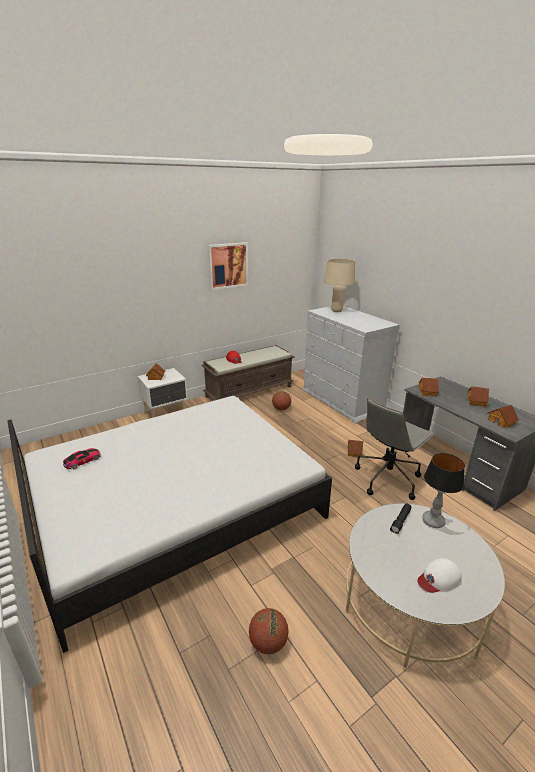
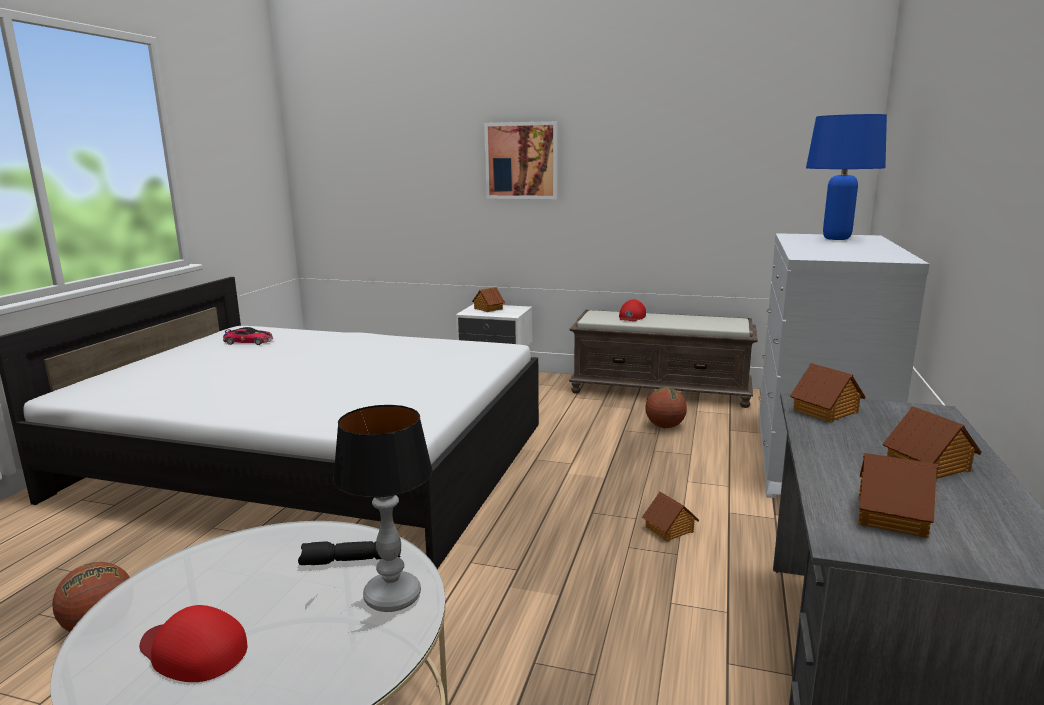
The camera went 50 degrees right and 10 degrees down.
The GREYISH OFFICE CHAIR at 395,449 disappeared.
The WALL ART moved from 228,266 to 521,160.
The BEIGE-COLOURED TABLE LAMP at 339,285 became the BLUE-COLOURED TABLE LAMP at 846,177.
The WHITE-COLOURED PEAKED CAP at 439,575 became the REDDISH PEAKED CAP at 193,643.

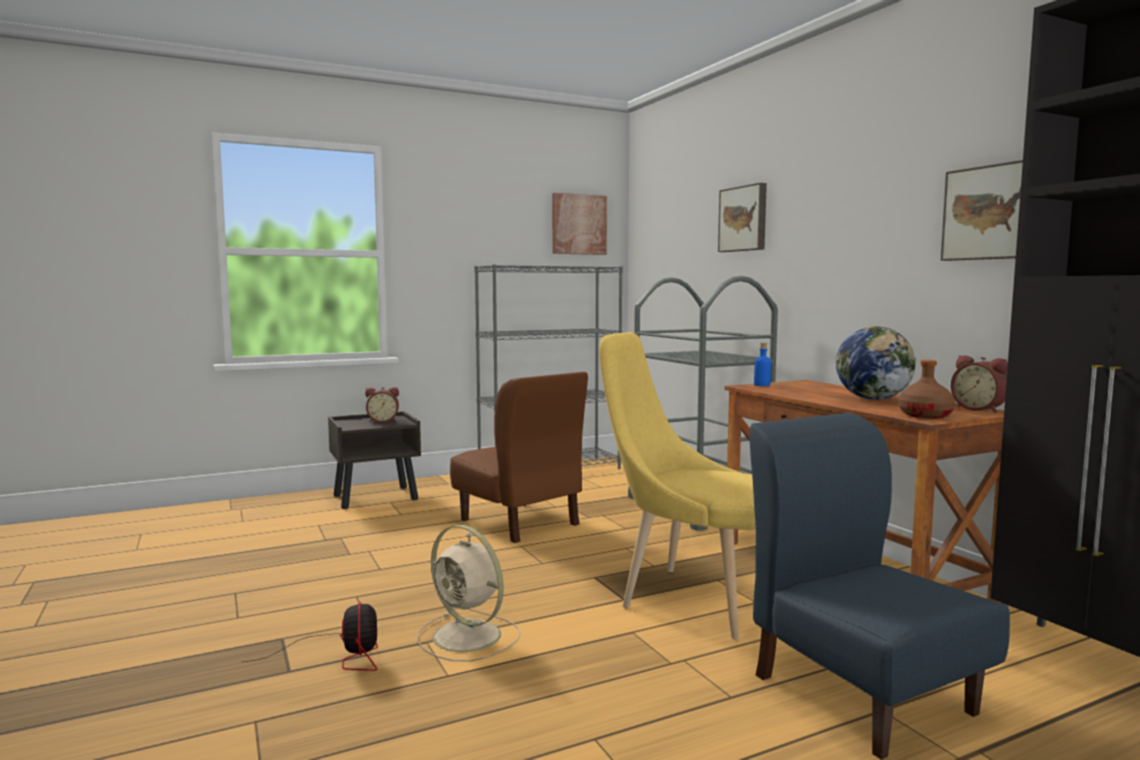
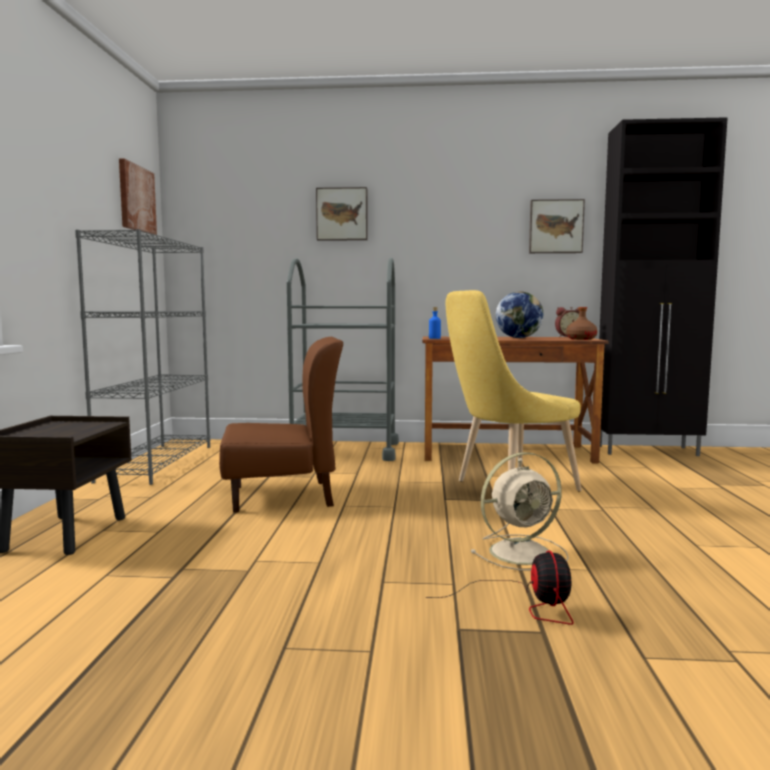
The camera went 60 degrees left and 0 degrees up.
The BEDSIDE CLOCK at 382,405 disappeared.
The BLUE-COLOURED PLAIN CHAIR at 879,586 disappeared.
The ELECTRIC FAN at 310,636 turned 75 degrees clockwise.

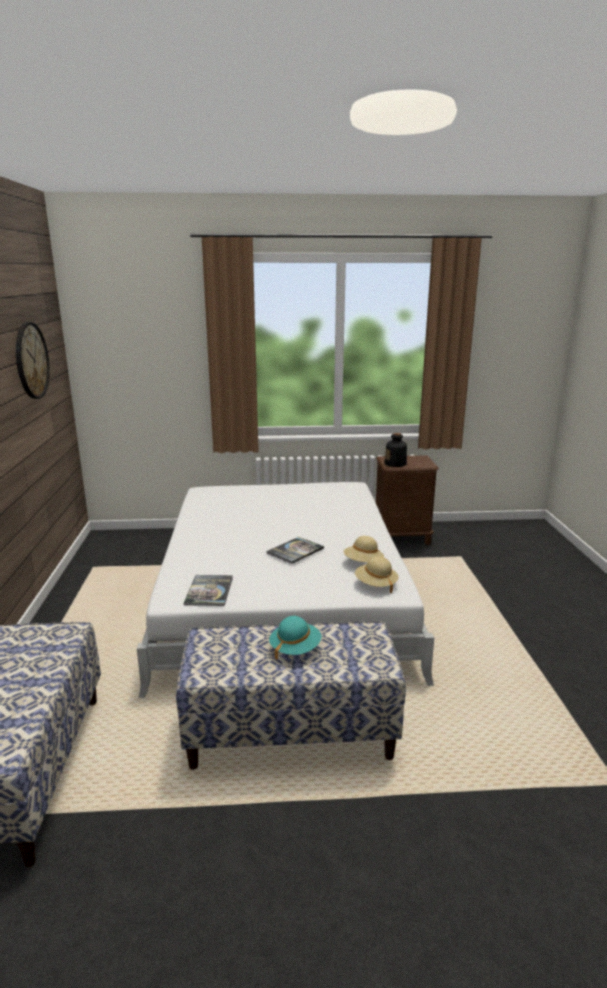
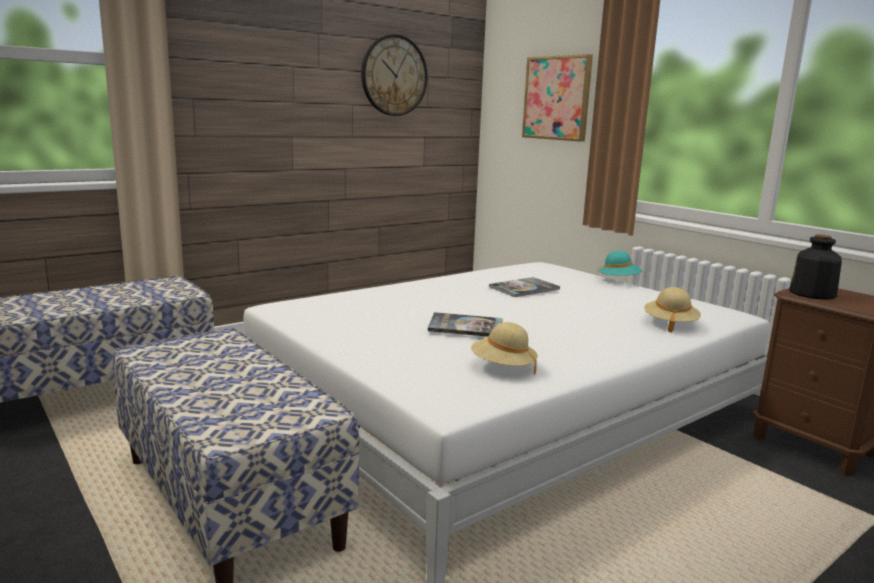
The camera went 55 degrees right and 5 degrees down.
The WALL ART at 557,98 appeared.
The BOOK moved from 208,590 to 524,287.
The TURQUOISE-COLOURED CLOTHING HAT moved from 295,638 to 619,263.
The BEIGE-COLOURED CLOTHING HAT moved from 377,574 to 672,310.

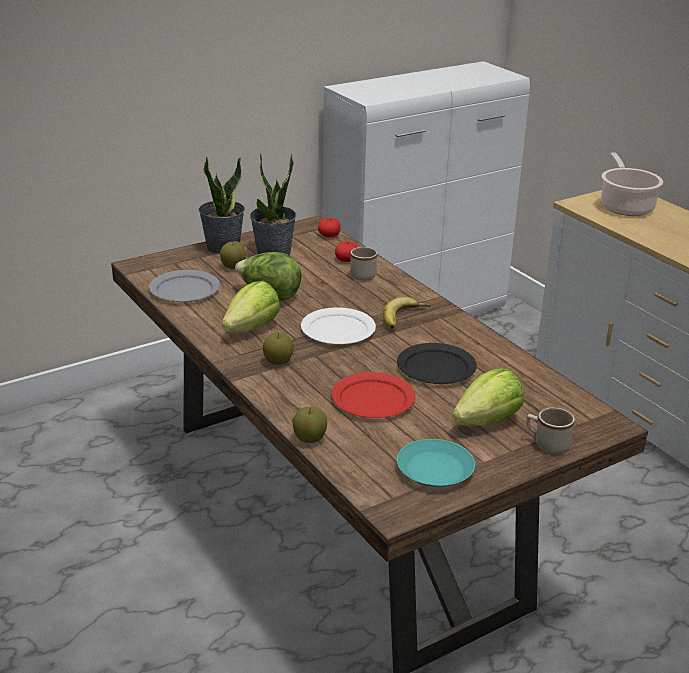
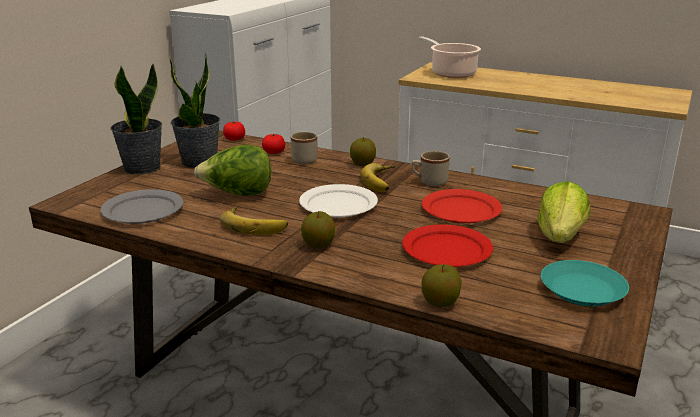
The camera went 30 degrees left and 5 degrees down.
The WHOLE APPLE moved from 233,255 to 363,151.
The BEIGE-COLOURED COFFEE MUG moved from 550,431 to 430,168.
The LETTUCE at 251,307 was replaced by the WHOLE BANANA at 254,220.
The BLACK FLAT DISH at 437,363 became the REDDISH FLAT DISH at 462,206.

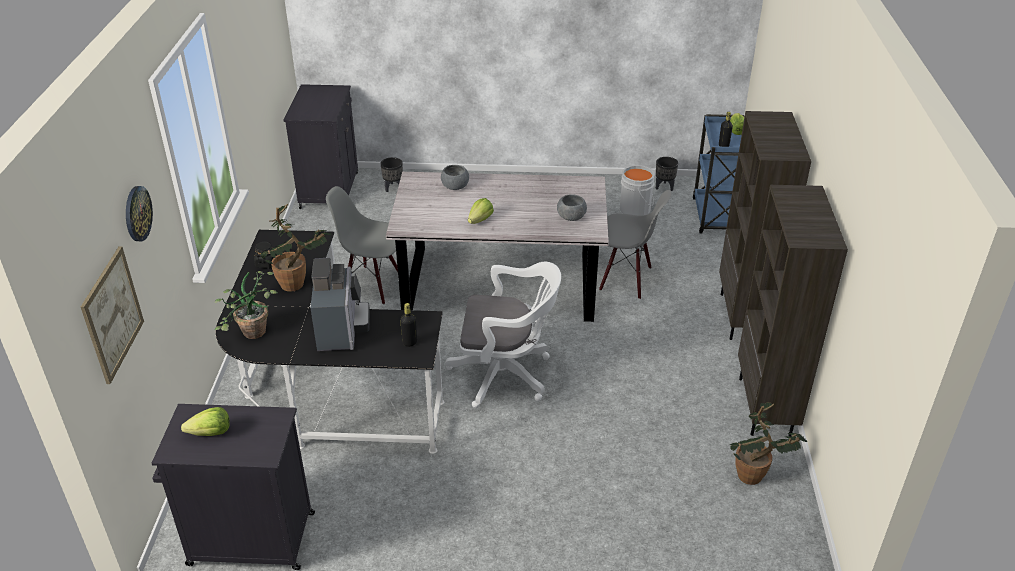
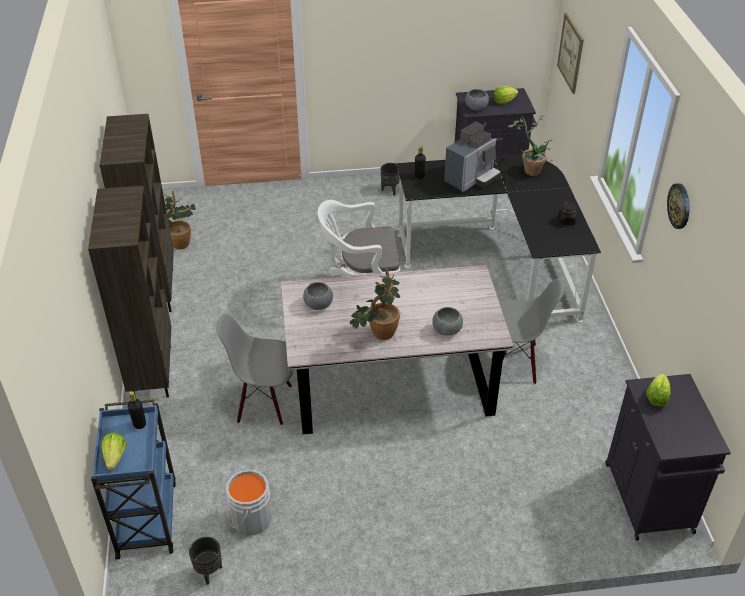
The camera went 170 degrees right and 5 degrees up.
The GREYISH BOWL at 477,99 appeared.
The CLOCK ON THE WALL moved from 139,213 to 678,206.
The PLANT IN A POT moved from 295,248 to 374,304.
The BLACK PLANT POT moved from 391,174 to 390,179.
The LETTUCE moved from 481,211 to 658,390.
The COFFEE BREWER at 340,304 turned 120 degrees counterclockwise.

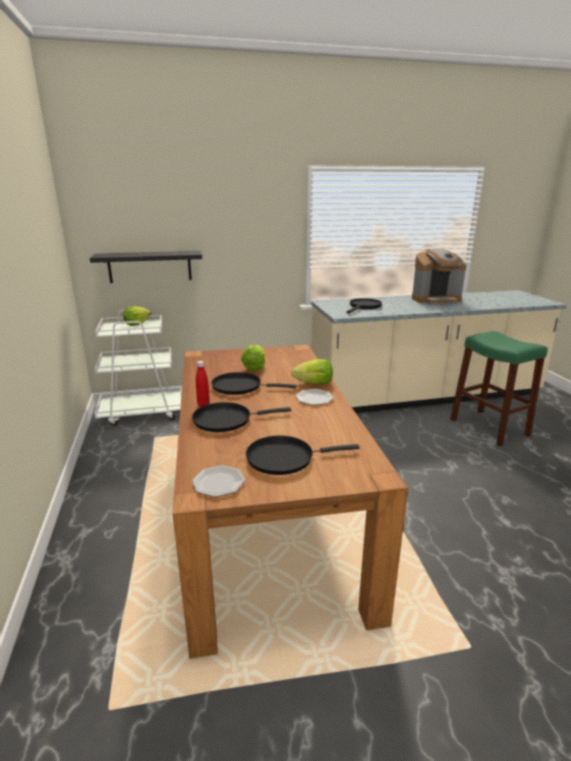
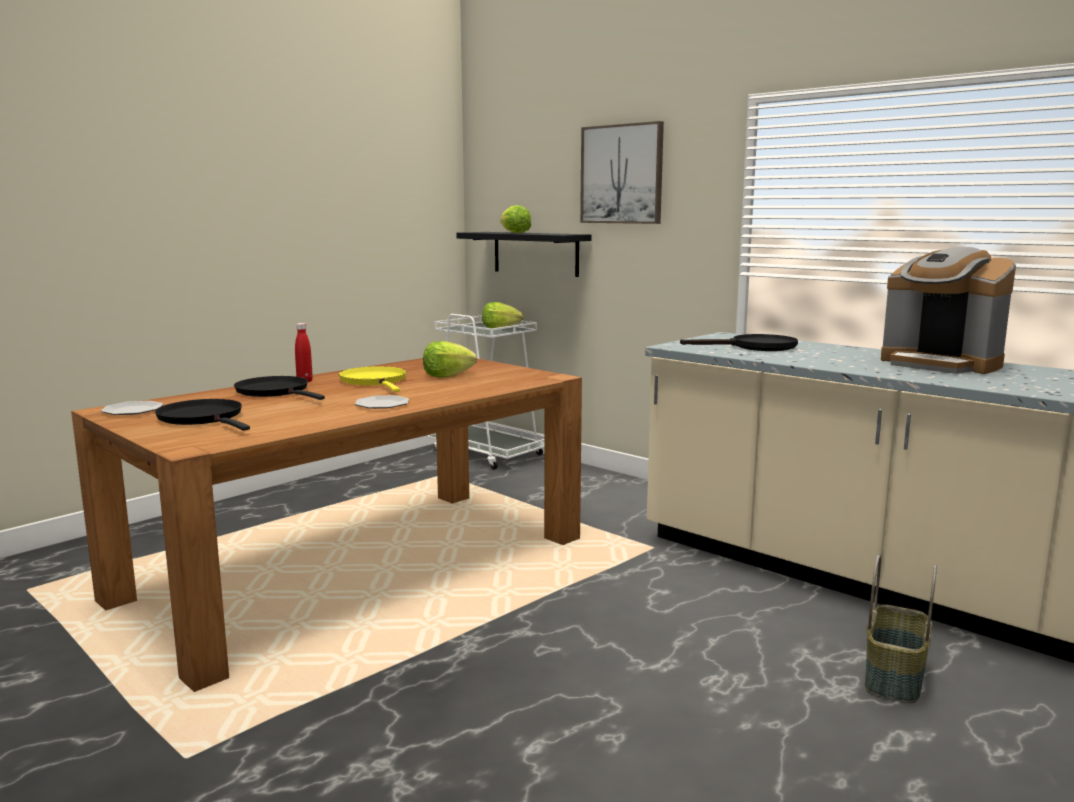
The camera went 55 degrees right and 10 degrees down.
The WALL ART at 622,172 appeared.
The LETTUCE moved from 312,371 to 515,219.
The GREEN SITTING STOOL at 499,388 was replaced by the HOUSEHOLD BASKET at 901,629.
The BLACK PAN at 254,383 became the YELLOWISH PAN at 372,379.

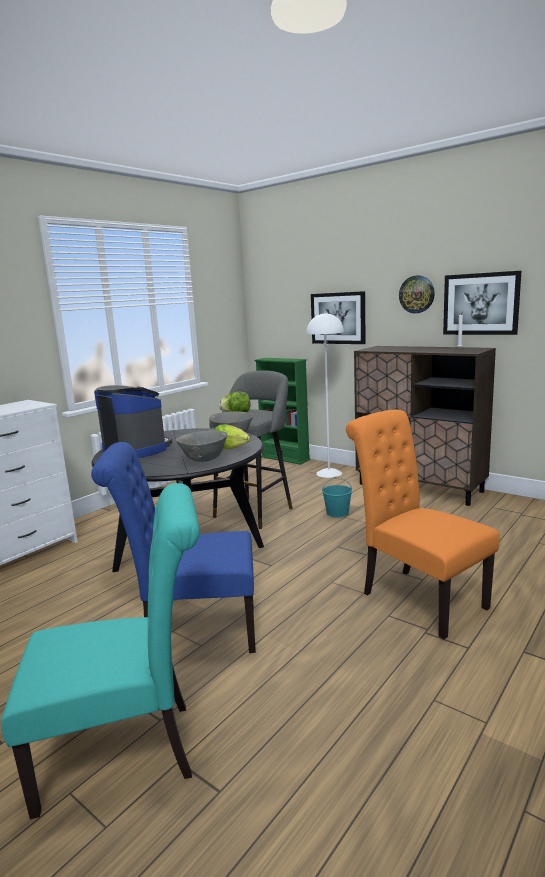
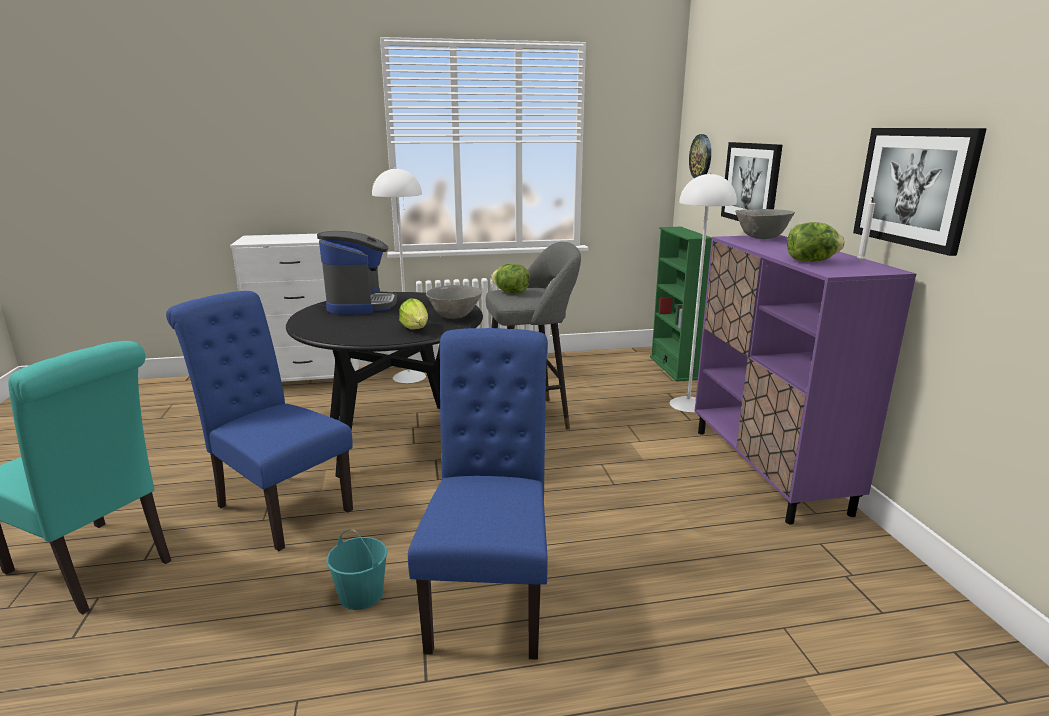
The camera went 40 degrees right and 5 degrees up.
The WHITE-COLOURED STANDING LAMP at 399,275 appeared.
The LETTUCE at 816,242 appeared.
The GREYISH BOWL moved from 201,446 to 765,224.
The TURQUOISE-COLOURED PAIL moved from 337,496 to 356,569.
The CLOCK ON THE WALL moved from 417,294 to 700,156.
The ORANGEY PLAIN CHAIR at 423,524 became the BLUE-COLOURED PLAIN CHAIR at 478,494.
The BROWNISH CUPBOARD at 425,426 became the PURPLISH CUPBOARD at 805,380.

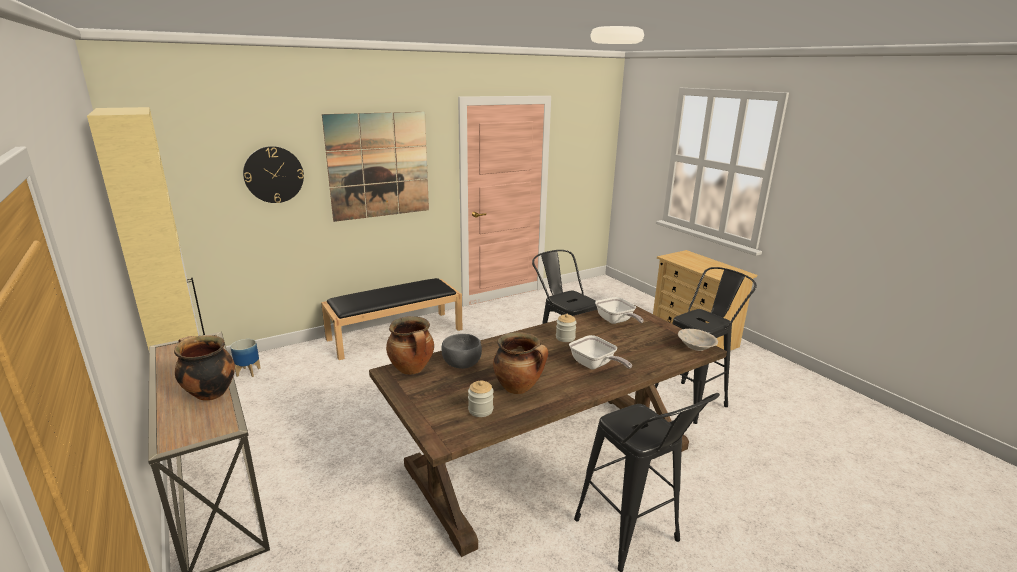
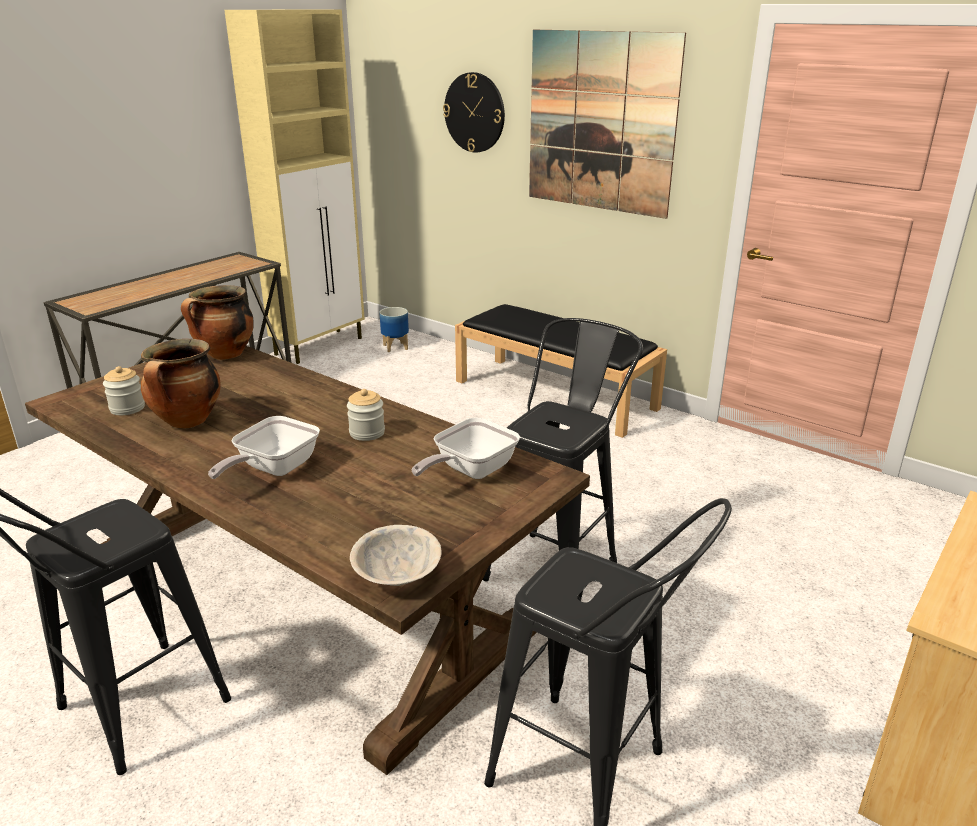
The camera went 70 degrees right and 5 degrees up.
The SAUCEPOT at 204,368 disappeared.
The GREYISH BOWL at 462,351 disappeared.

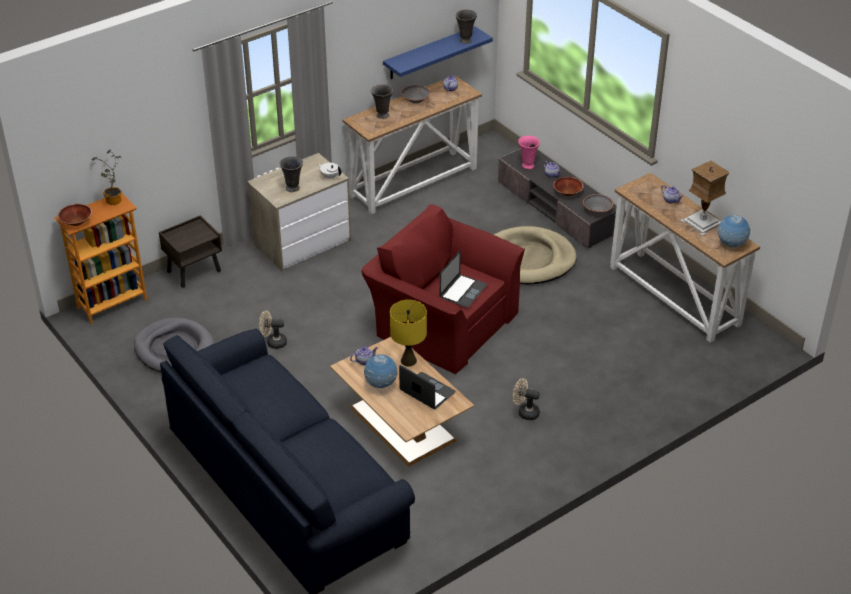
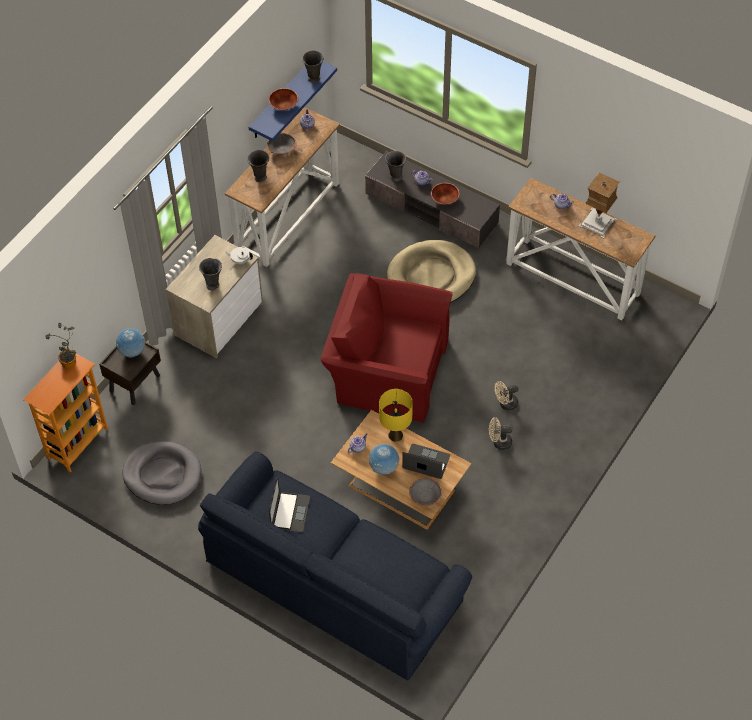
The camera went 20 degrees left and 15 degrees up.
The BROWNISH BOWL moved from 75,215 to 283,99.
The BEIGE-COLOURED ELECTRIC FAN moved from 273,329 to 506,396.
The NOTEBOOK COMPUTER moved from 463,279 to 289,504.
The GREYISH BOWL moved from 598,204 to 425,492.
The GLOBE moved from 734,231 to 130,342.
The PINK VASE at 529,152 became the GREYISH VASE at 395,166.

